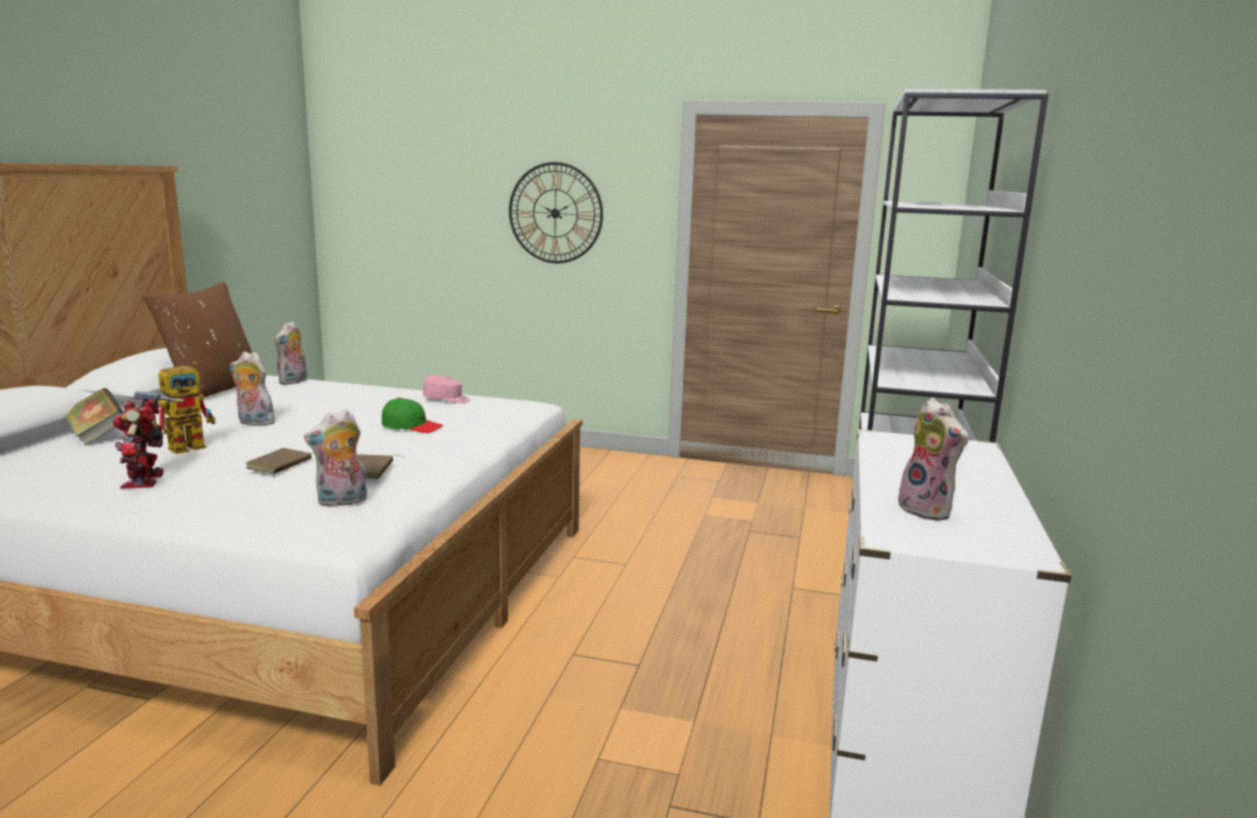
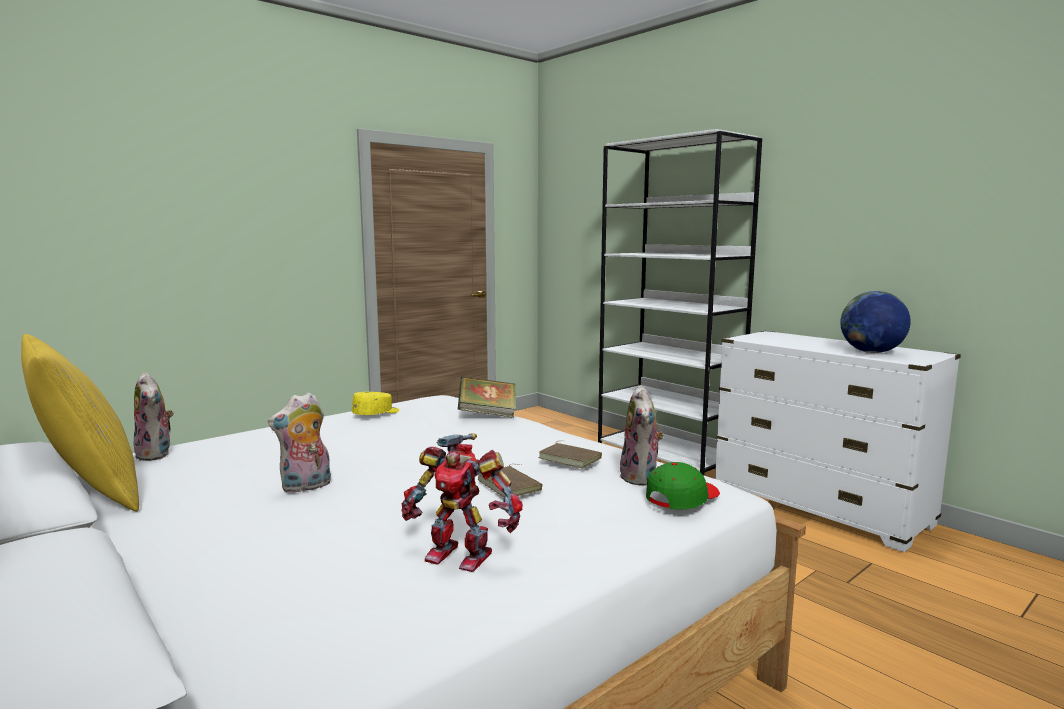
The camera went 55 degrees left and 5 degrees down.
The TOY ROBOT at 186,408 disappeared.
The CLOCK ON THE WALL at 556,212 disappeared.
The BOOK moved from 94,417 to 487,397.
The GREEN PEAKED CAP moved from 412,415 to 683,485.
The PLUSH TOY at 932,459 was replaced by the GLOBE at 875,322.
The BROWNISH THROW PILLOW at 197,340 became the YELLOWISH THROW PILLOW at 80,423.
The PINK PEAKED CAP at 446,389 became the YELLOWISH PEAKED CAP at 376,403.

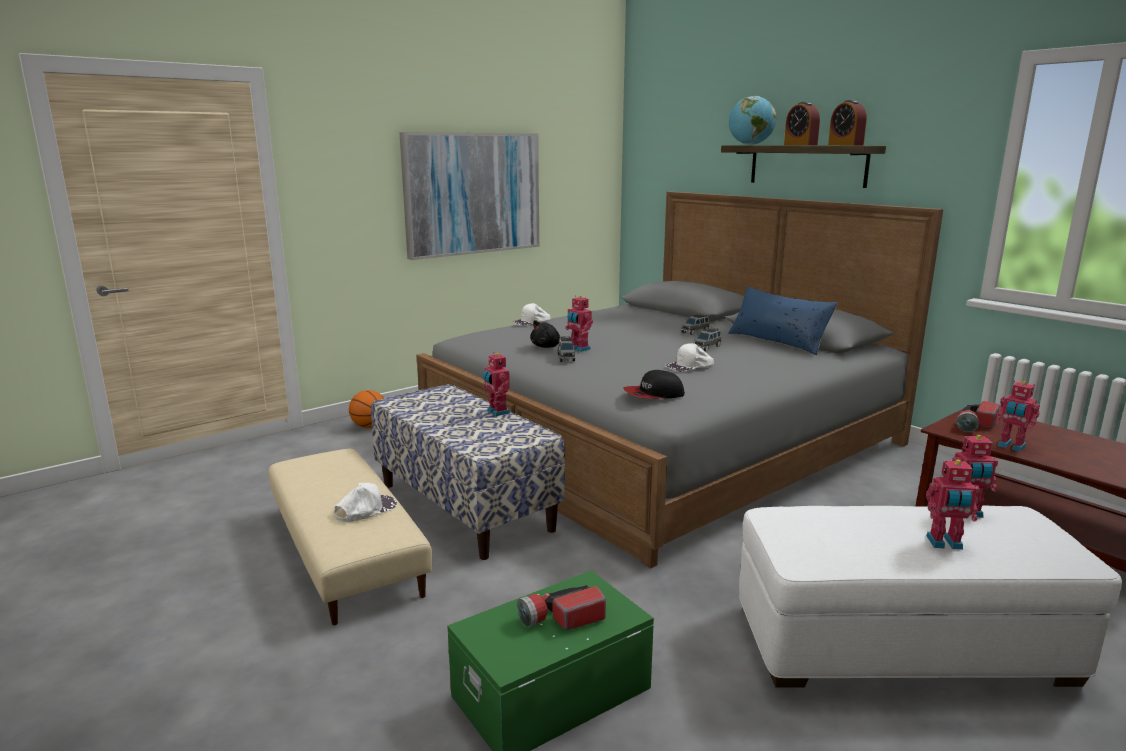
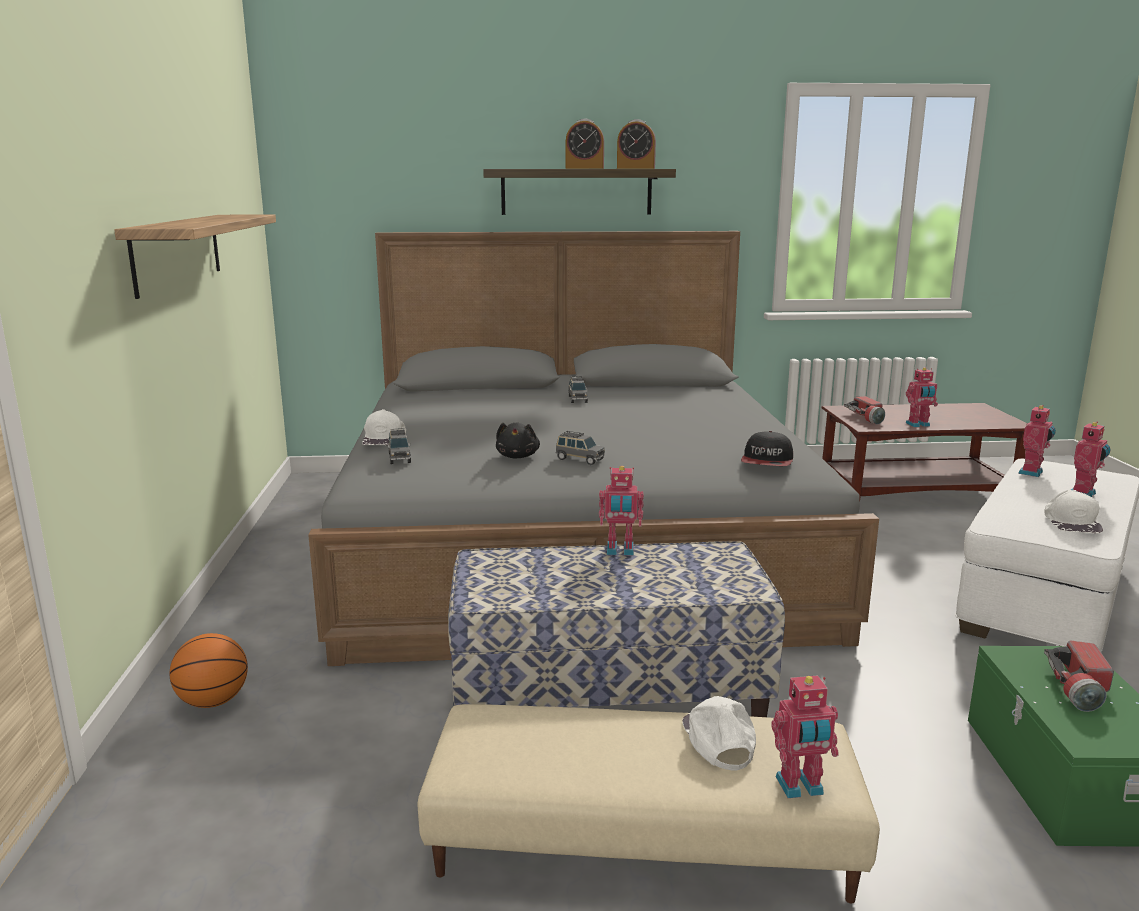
The camera went 55 degrees left and 0 degrees up.
The BLUE-COLOURED THROW PILLOW at 783,320 disappeared.
The GLOBE at 752,120 disappeared.
The TOY ROBOT moved from 579,323 to 805,736.
The WHITE-COLOURED PEAKED CAP moved from 689,357 to 1073,511.
The GREYISH MINIATURE CAR moved from 707,339 to 399,446.
The WALL ART at 469,196 was replaced by the BRACKET SHELF at 195,256.

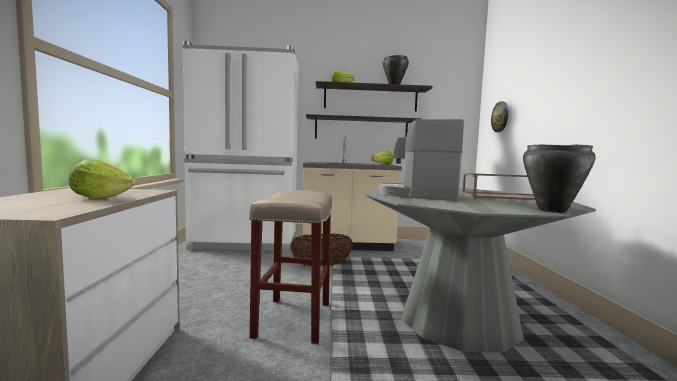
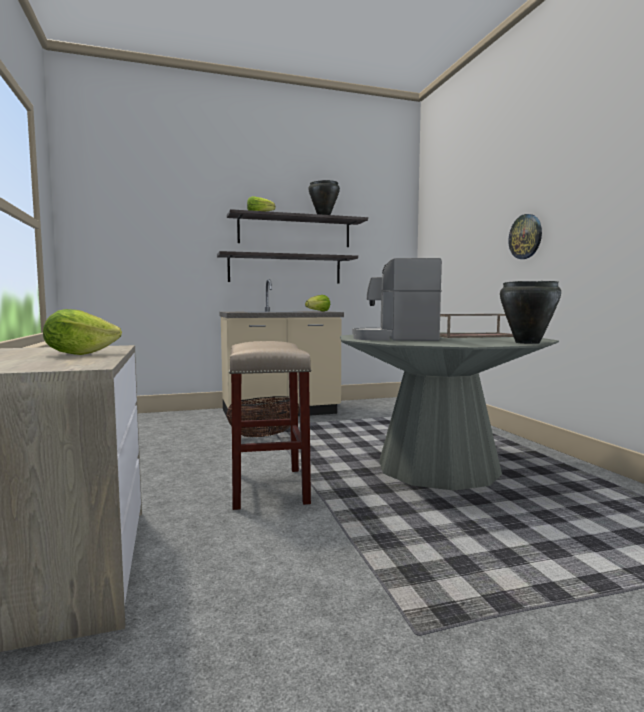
The camera went 15 degrees left and 0 degrees up.
The WHITE-COLOURED FRIDGE at 240,146 disappeared.
The CLOCK ON THE WALL moved from 500,116 to 525,236.

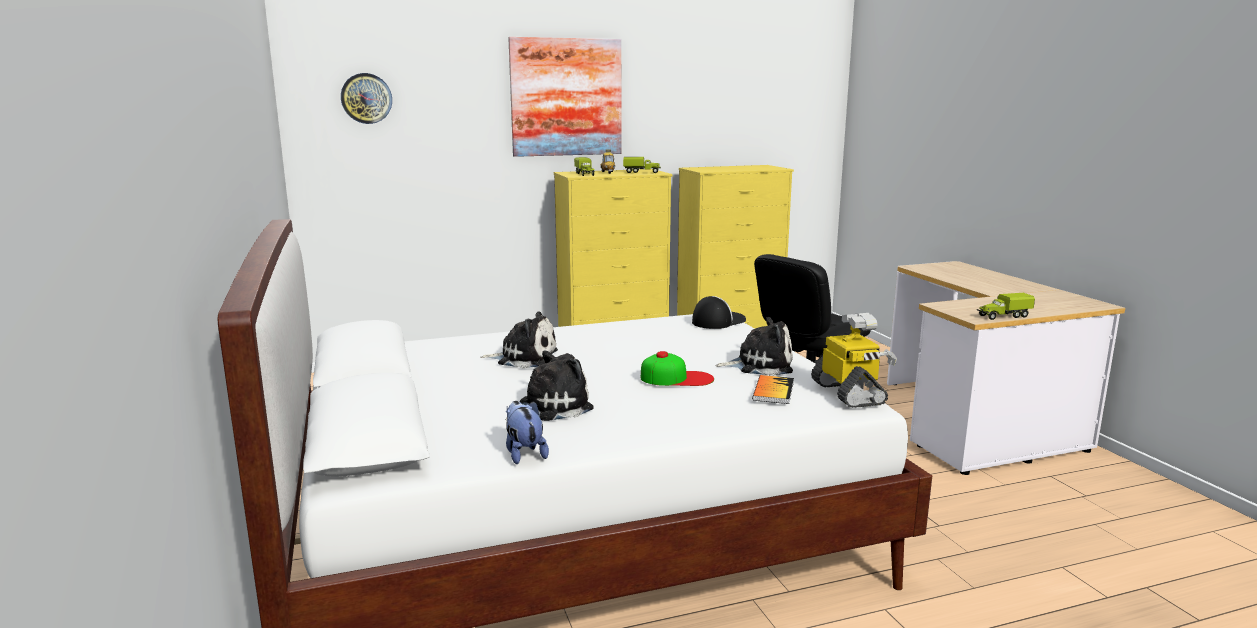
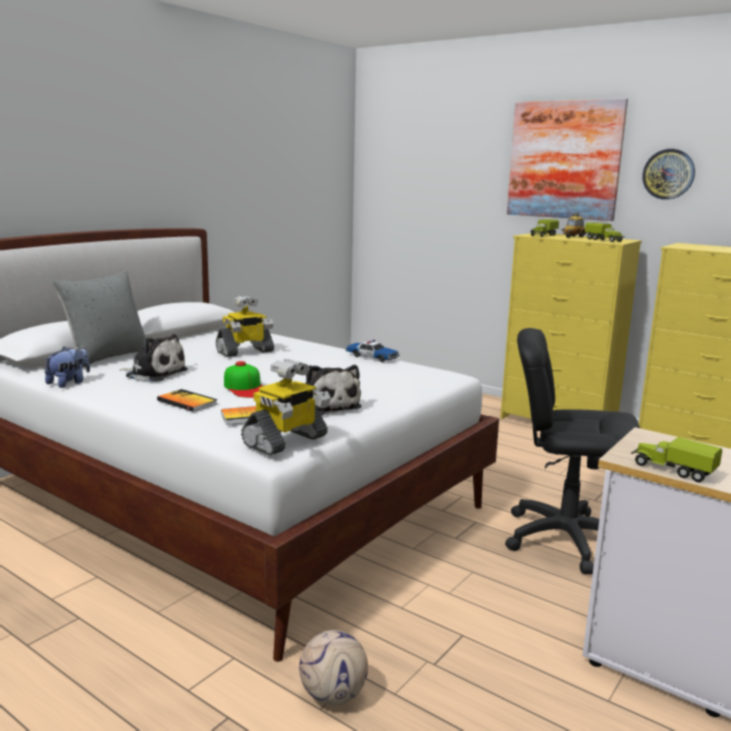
The camera went 55 degrees right and 0 degrees up.
The PEAKED CAP at 719,312 disappeared.
The GREYISH THROW PILLOW at 99,319 appeared.
The BOOK at 187,400 appeared.
The FOOTBALL BALL at 333,667 appeared.
The MINIATURE CAR at 372,351 appeared.
The CLOCK ON THE WALL moved from 366,98 to 668,174.
The PLUSH TOY at 519,339 was replaced by the TOY ROBOT at 245,326.

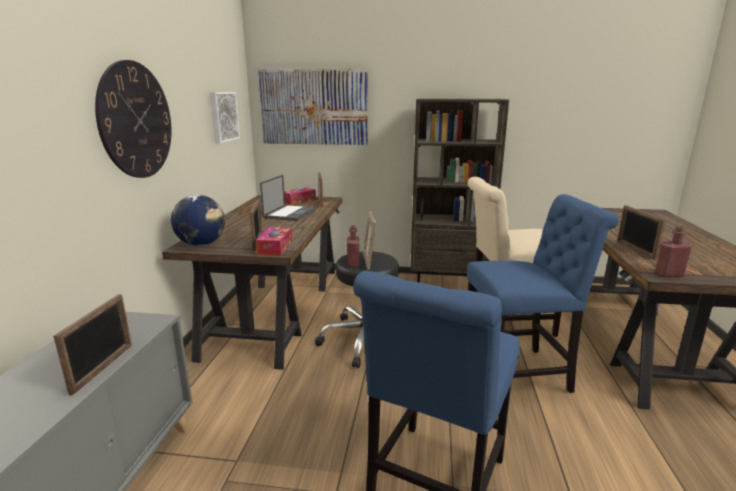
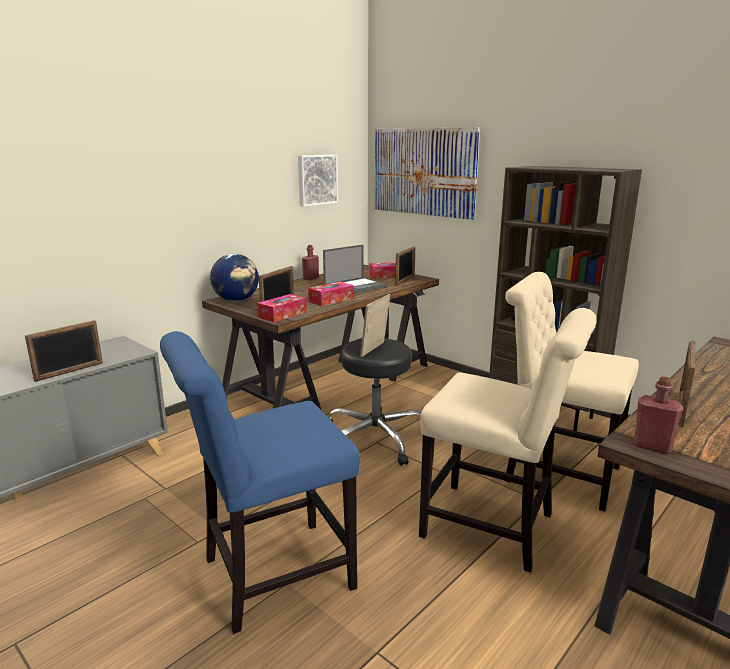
The camera went 35 degrees right and 0 degrees up.
The CLOCK ON THE WALL at 133,119 disappeared.
The TISSUE BOX at 331,294 appeared.
The REDDISH BOTTLE moved from 353,246 to 310,262.
The BLUE-COLOURED PLAIN CHAIR at 543,293 became the BEIGE-COLOURED PLAIN CHAIR at 508,440.

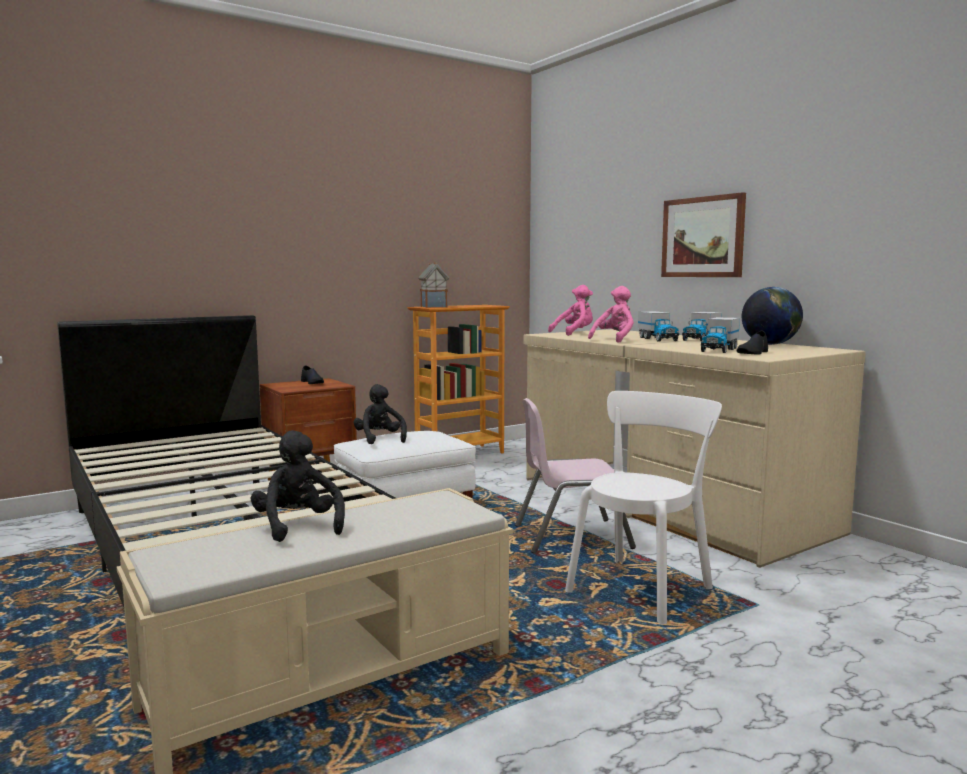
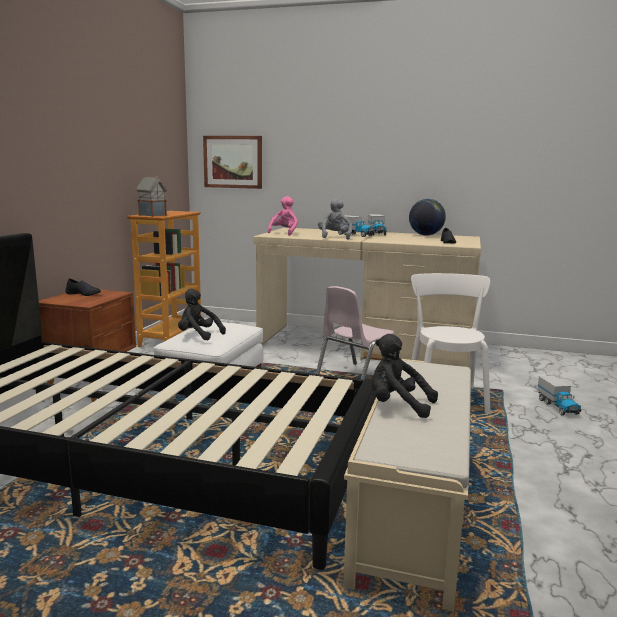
The camera went 40 degrees left and 5 degrees up.
The WALL ART moved from 703,234 to 232,162.
The TOY LORRY moved from 720,335 to 559,395.
The PINK PLUSH TOY at 611,314 became the GREYISH PLUSH TOY at 335,219.

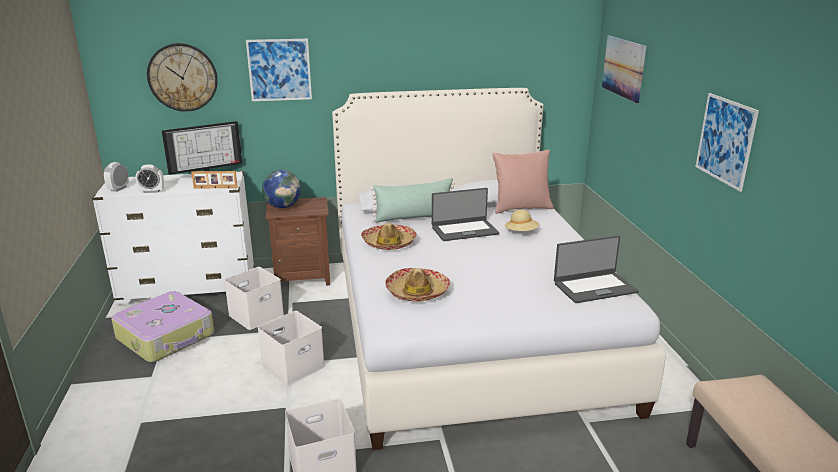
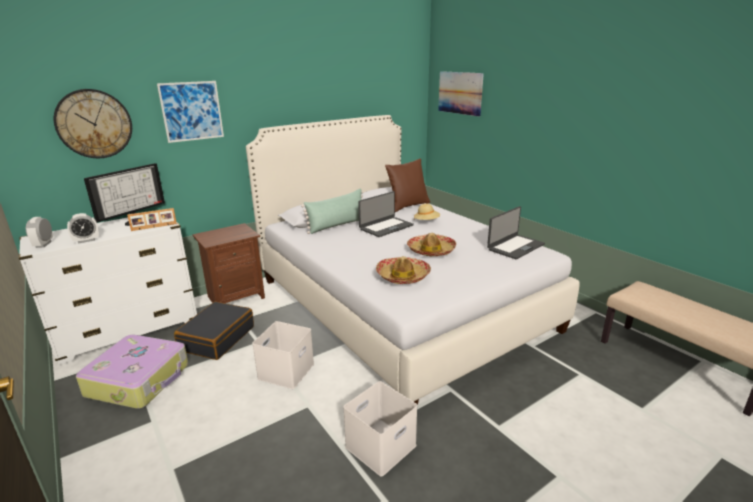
The camera went 25 degrees left and 0 degrees up.
The GLOBE at 281,189 disappeared.
The WALL ART at 727,142 disappeared.
The CLOTHING HAT moved from 389,236 to 431,244.
The WHITE-COLOURED STORAGE BOX at 254,298 was replaced by the BLACK SUITCASE at 214,331.
The PINK THROW PILLOW at 523,182 became the BROWNISH THROW PILLOW at 407,185.

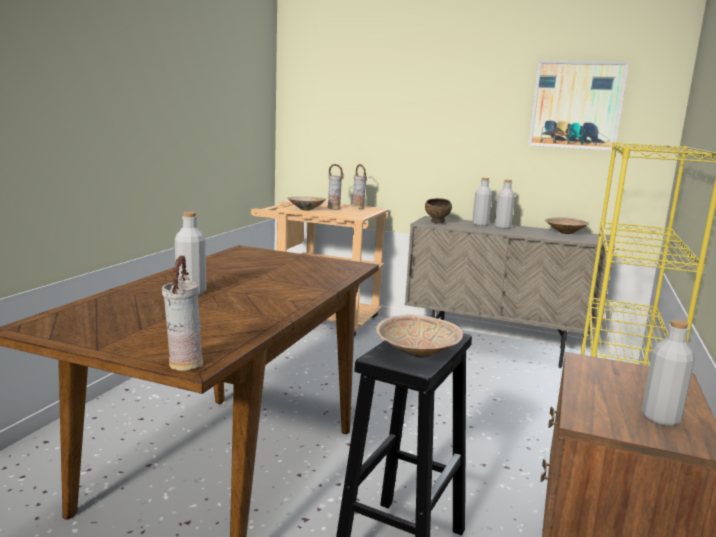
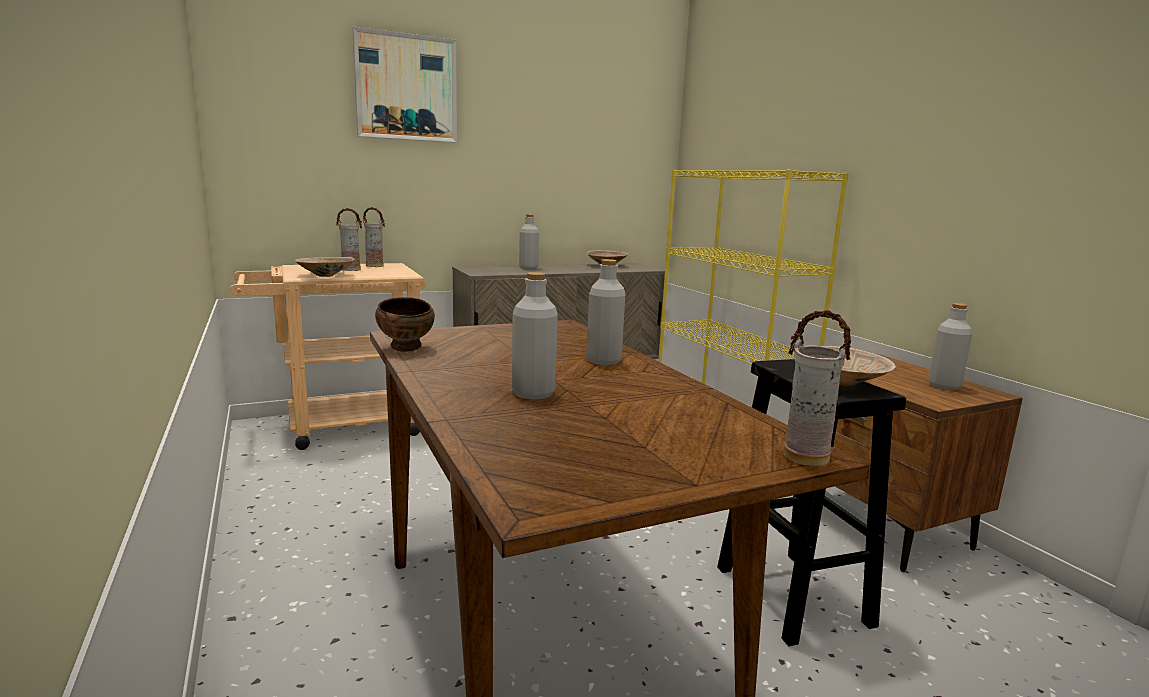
The camera went 45 degrees left and 0 degrees up.
The BROWNISH BOWL moved from 438,211 to 405,324.
The GREYISH BOTTLE moved from 504,204 to 605,312.
The WALL ART moved from 578,105 to 405,84.

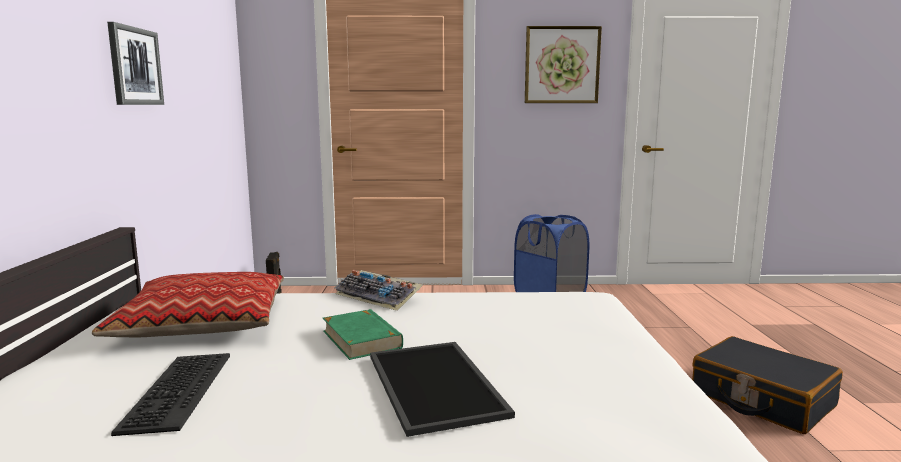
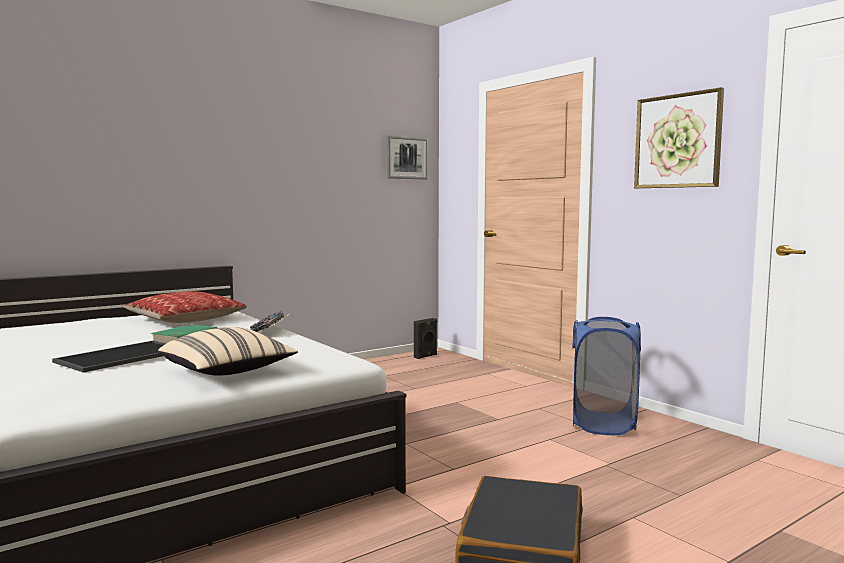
The camera went 55 degrees right and 5 degrees down.
The KEYBOARD at 170,394 disappeared.
The BEIGE-COLOURED THROW PILLOW at 228,351 appeared.
The WALL ART moved from 135,63 to 407,157.

